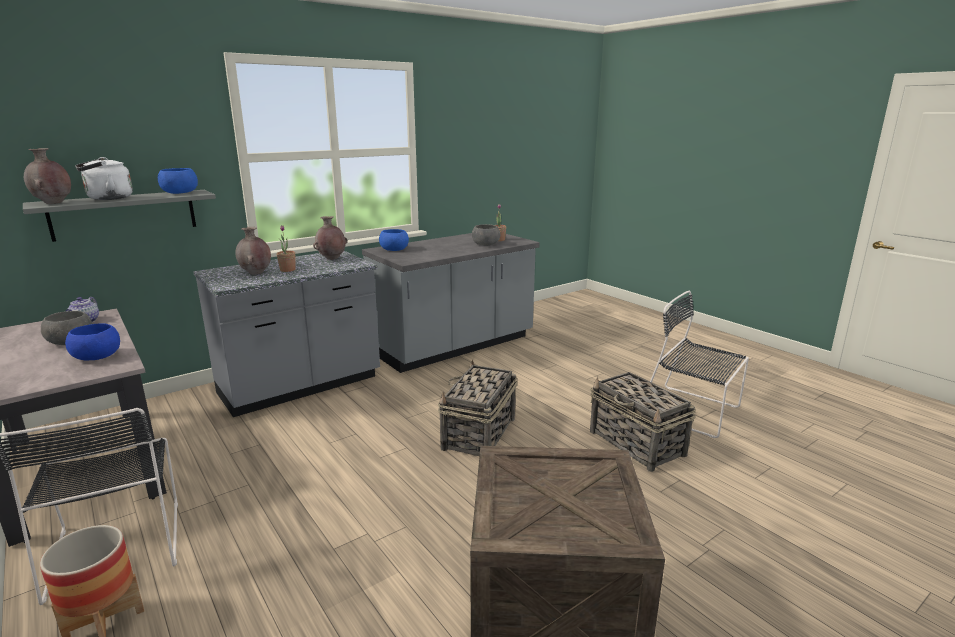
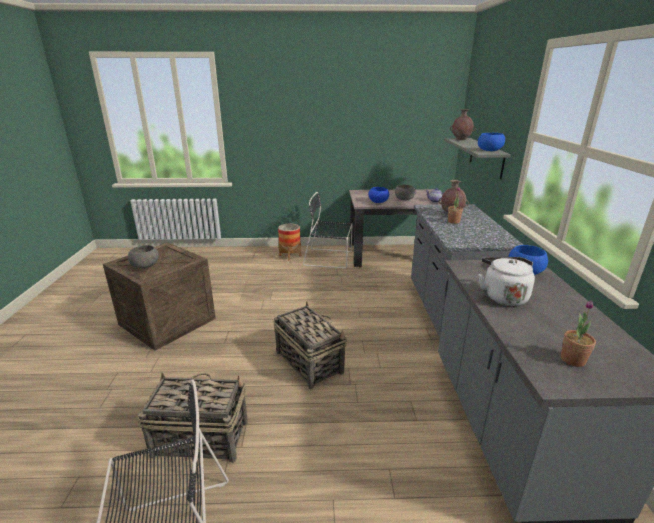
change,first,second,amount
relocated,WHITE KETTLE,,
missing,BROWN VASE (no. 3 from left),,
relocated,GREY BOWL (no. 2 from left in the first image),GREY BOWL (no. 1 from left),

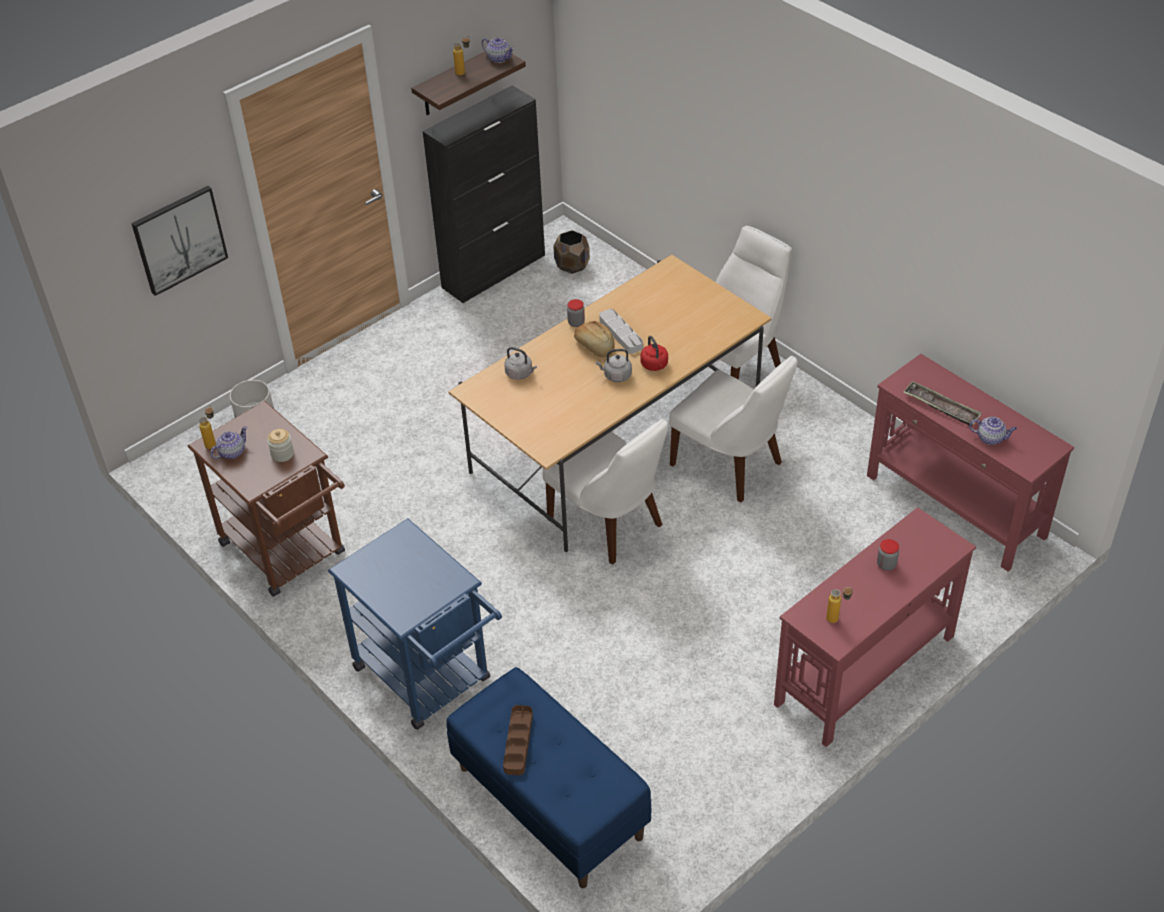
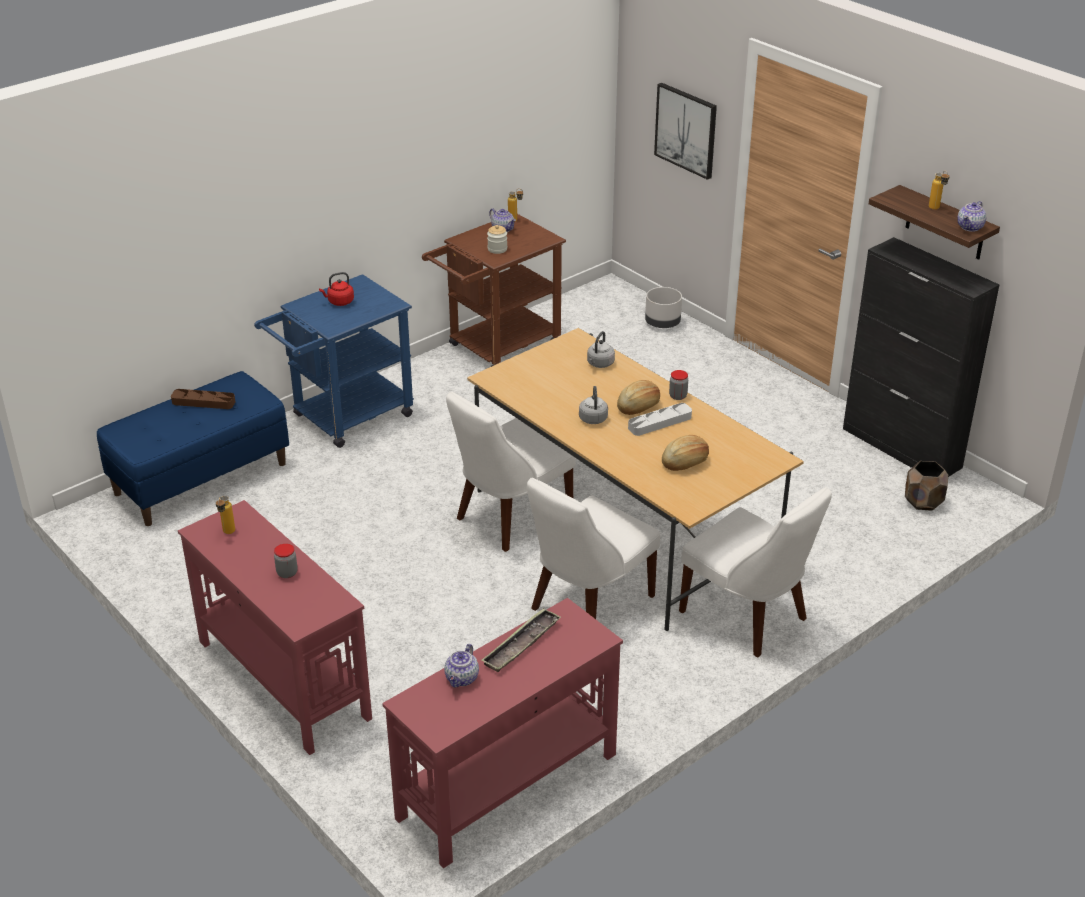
change,first,second,amount
relocated,RED KETTLE,,
appeared,,BREAD (no. 2 from left),

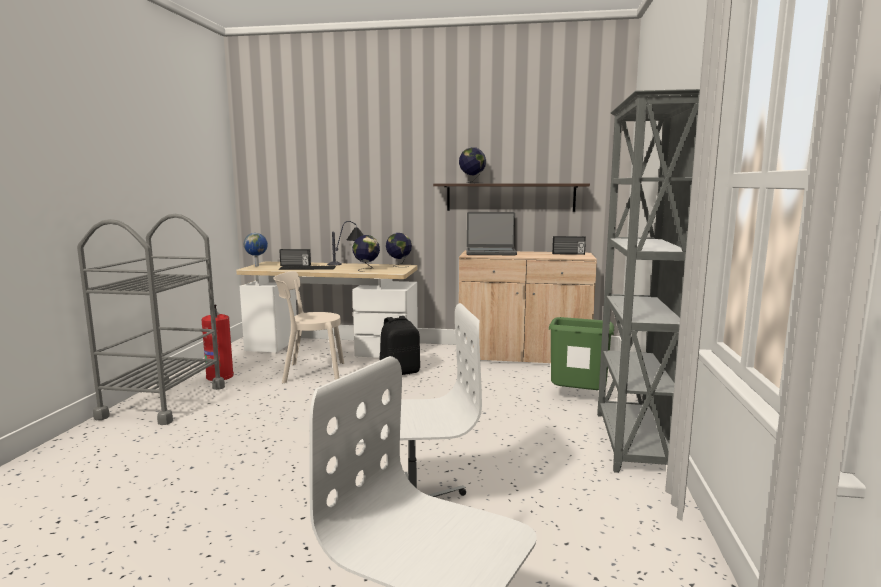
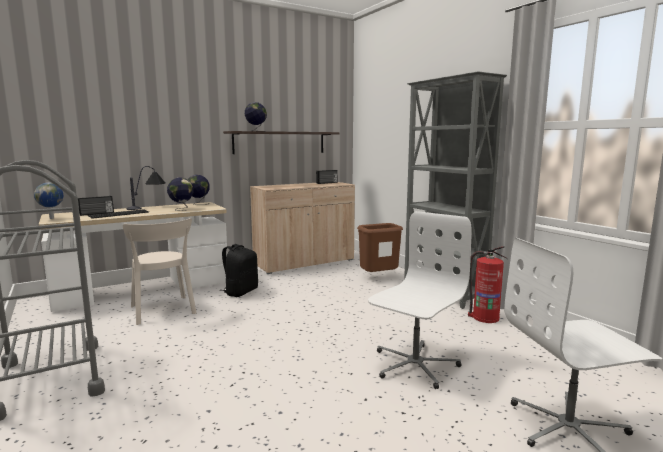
change,first,second,amount
relocated,FIRE EXTINGUISHER,,
spun,BEIGE CHAIR,,75 degrees counterclockwise
missing,LAPTOP,,
colour,GREEN TRASH CAN,BROWN TRASH CAN,

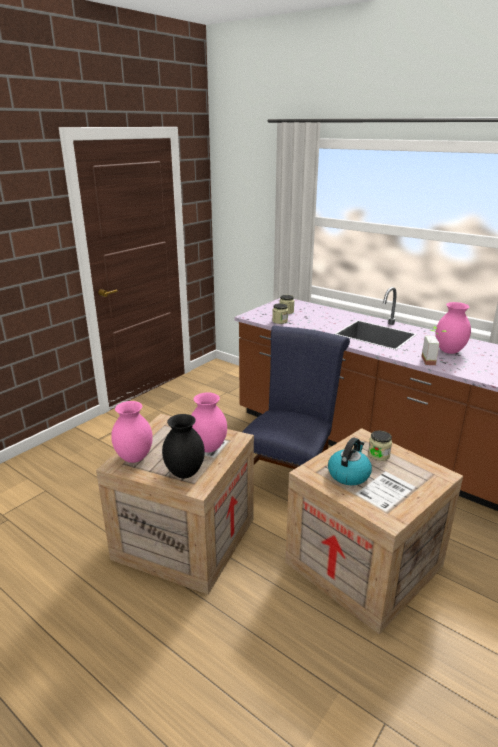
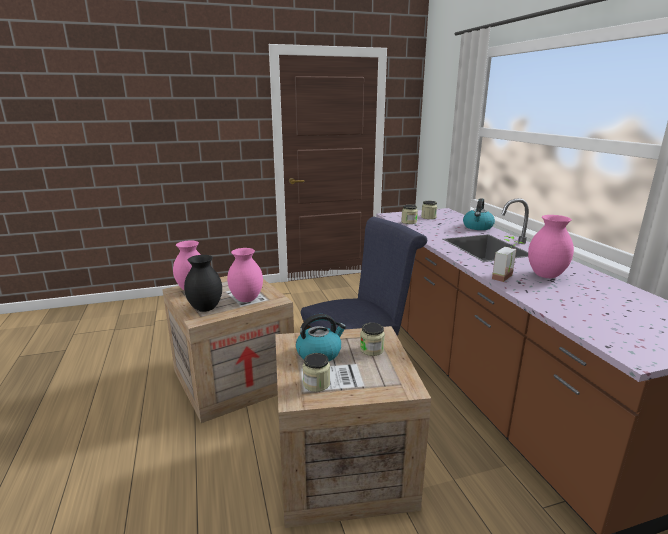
change,first,second,amount
appeared,,JAR (no. 1 from left),
appeared,,KETTLE (no. 2 from left),

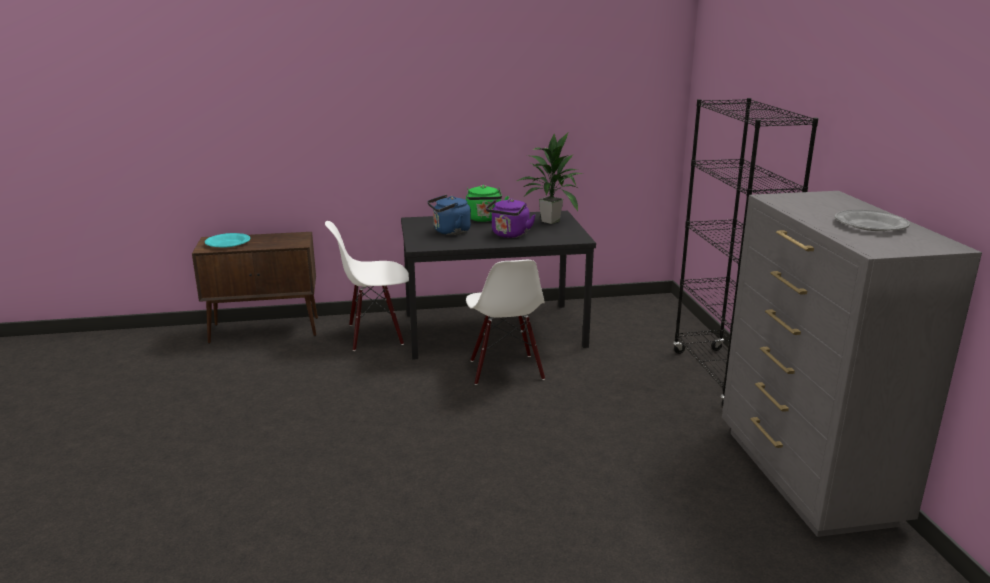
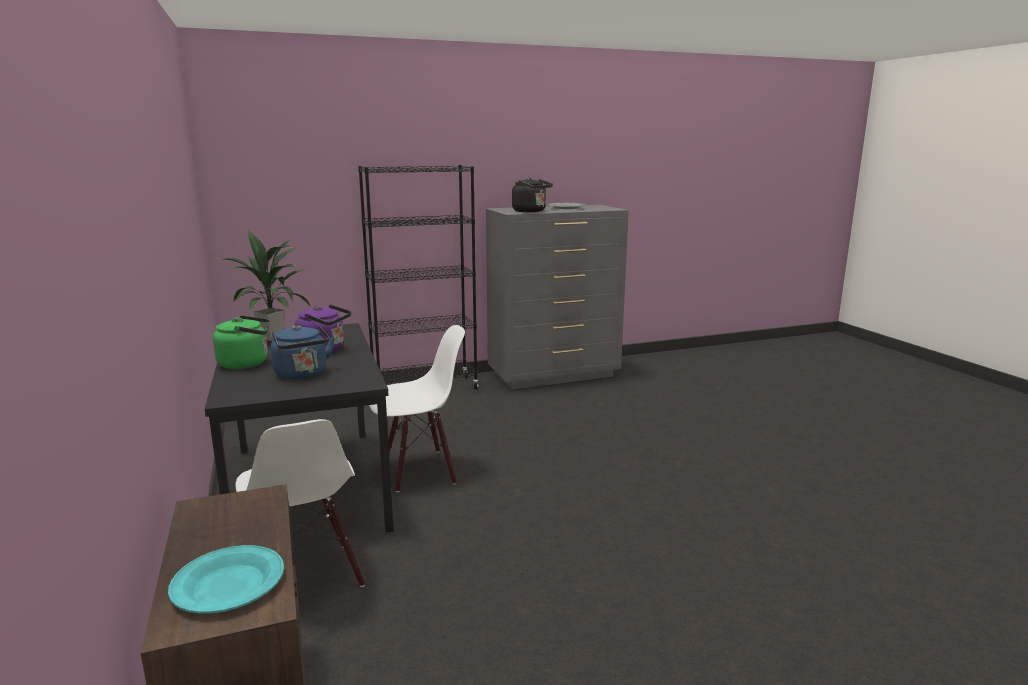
change,first,second,amount
appeared,,BLACK KETTLE,

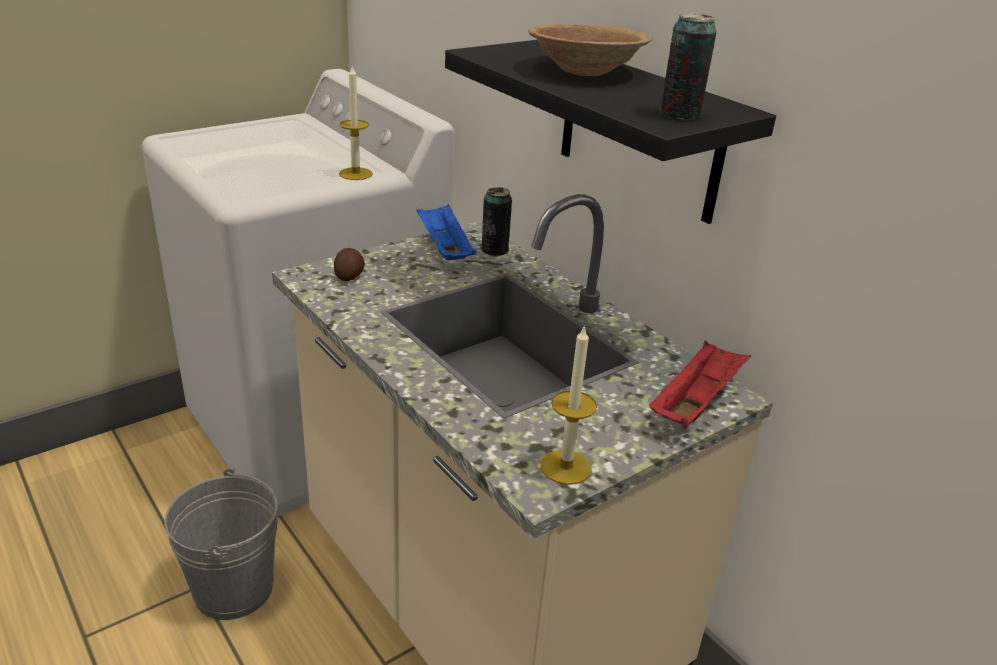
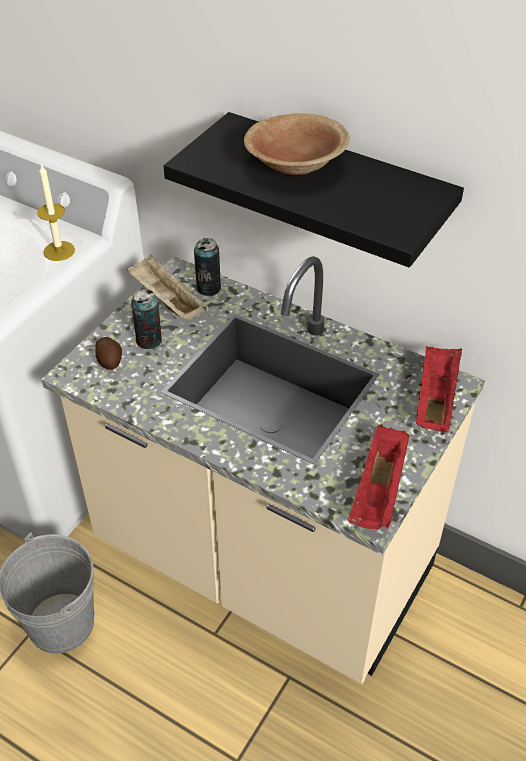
change,first,second,amount
colour,BLUE TRAY,BEIGE TRAY,
exchanged,CANDLE (no. 2 from left),RED TRAY (no. 1 from left),
relocated,CAN (no. 2 from left in the first image),CAN (no. 1 from left),

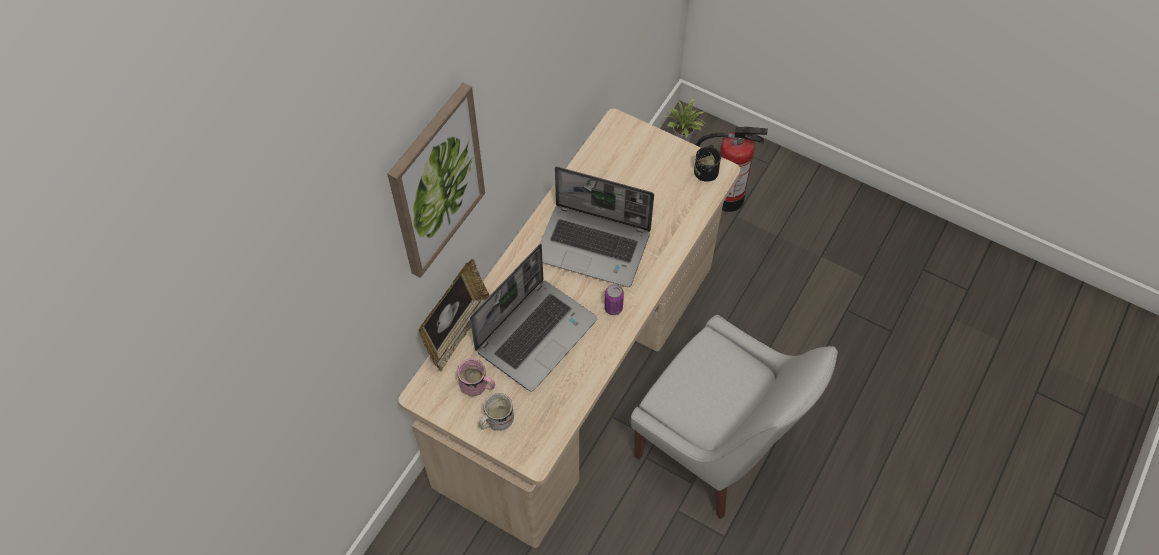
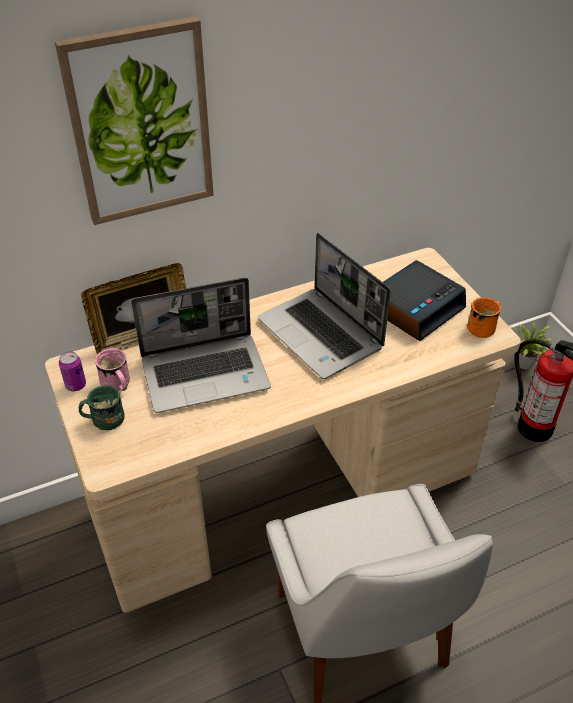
change,first,second,amount
colour,WHITE MUG,GREEN MUG,
relocated,CAN,,
colour,BLACK MUG,ORANGE MUG,
appeared,,ALARM CLOCK,

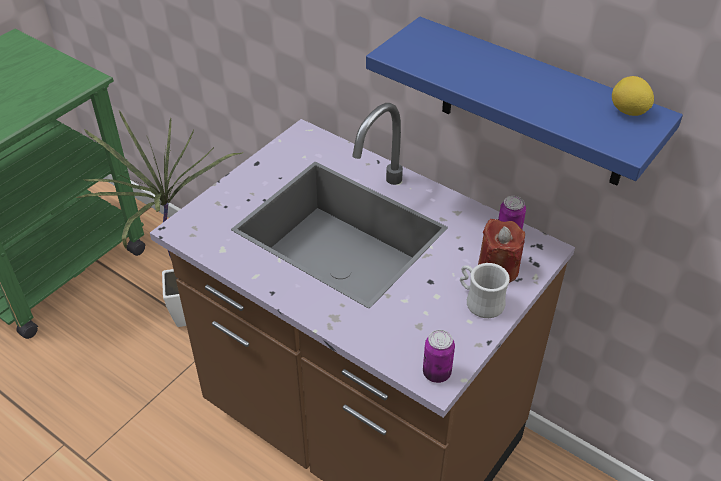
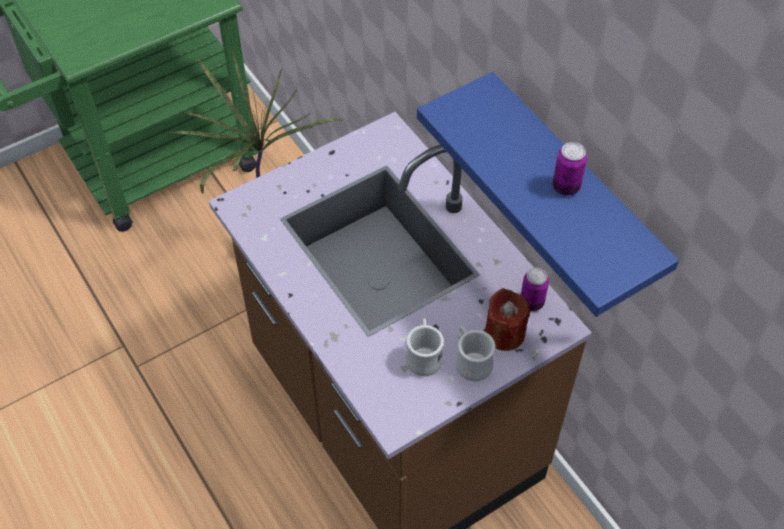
change,first,second,amount
relocated,CAN (no. 1 from left in the first image),CAN (no. 2 from left),
missing,LEMON,,
appeared,,WHITE MUG (no. 1 from left),

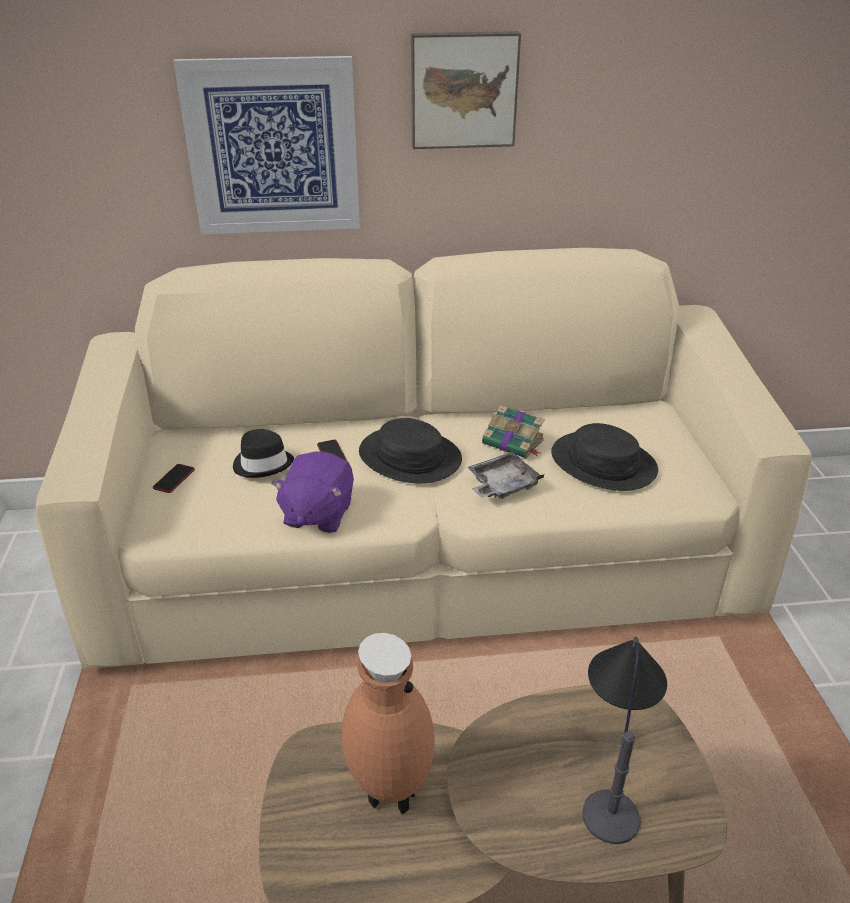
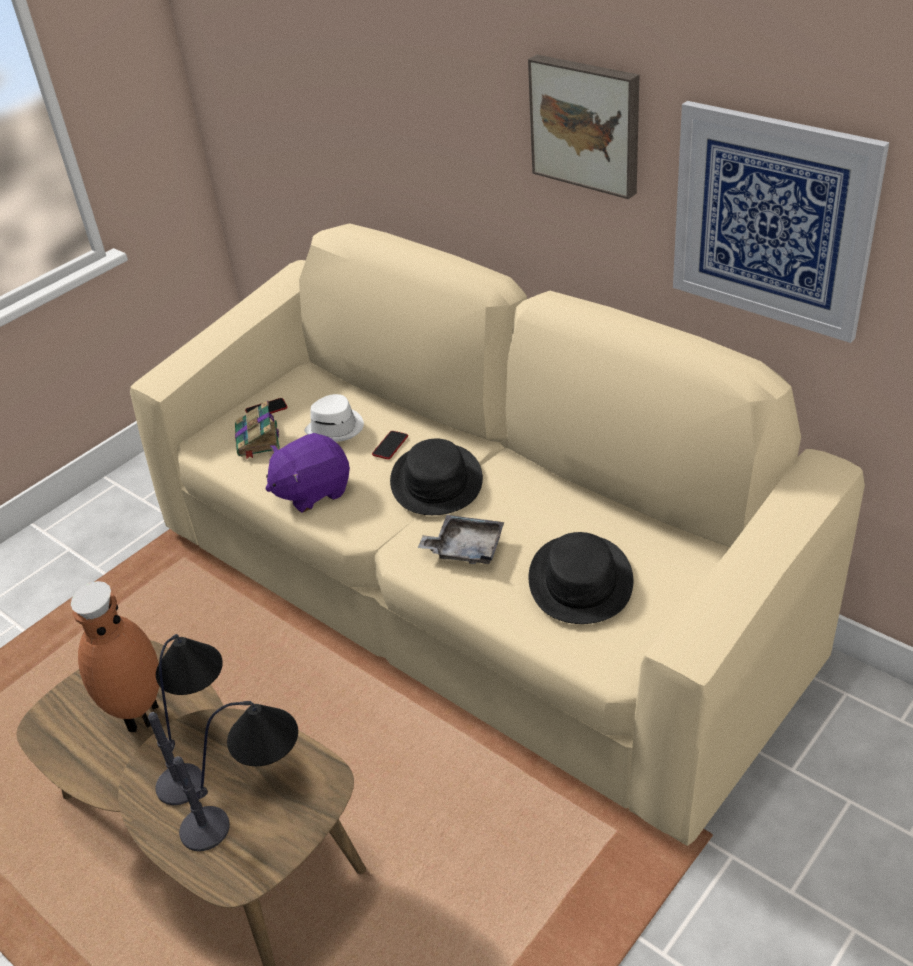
change,first,second,amount
relocated,PICTURE (no. 1 from left in the first image),PICTURE (no. 2 from left),
colour,BLACK HAT (no. 1 from left),WHITE HAT,
relocated,BOOK,,
appeared,,TABLE LAMP (no. 1 from left),

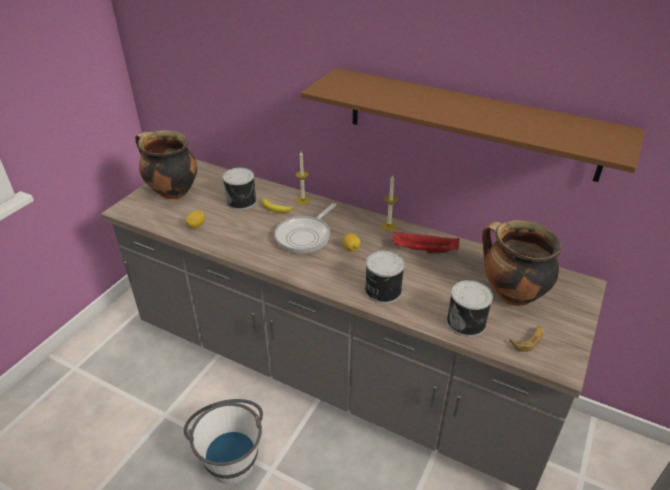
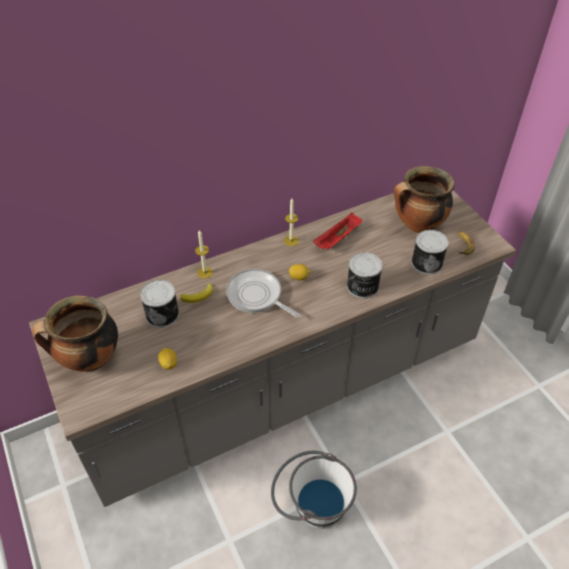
change,first,second,amount
spun,FRYING PAN,,150 degrees clockwise
missing,BROWN SHELF,,

